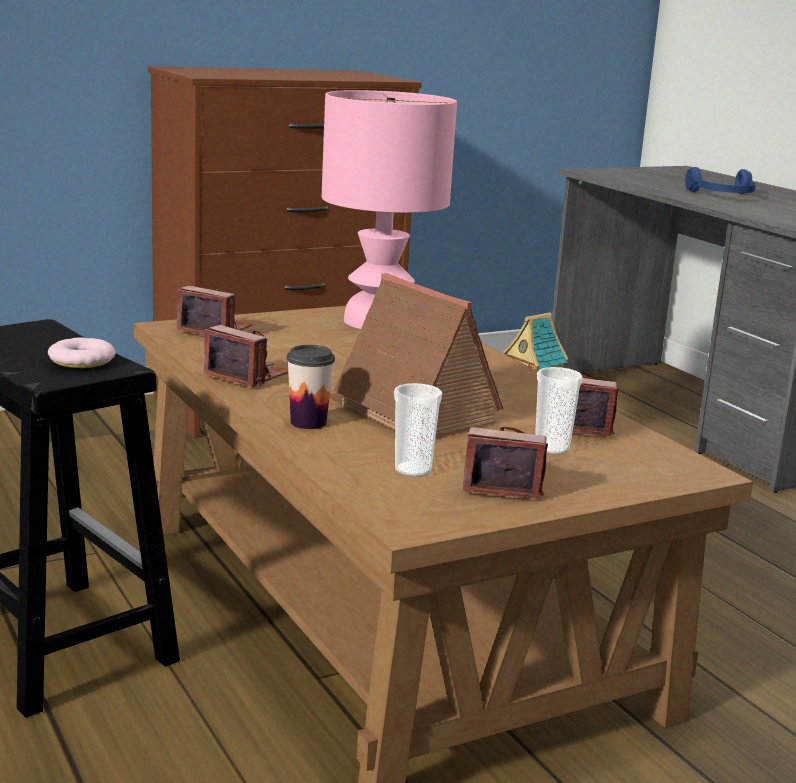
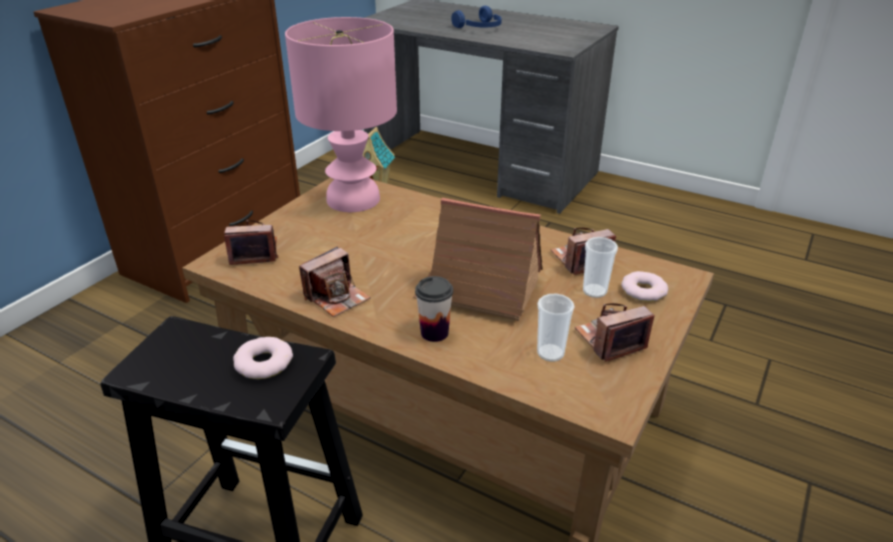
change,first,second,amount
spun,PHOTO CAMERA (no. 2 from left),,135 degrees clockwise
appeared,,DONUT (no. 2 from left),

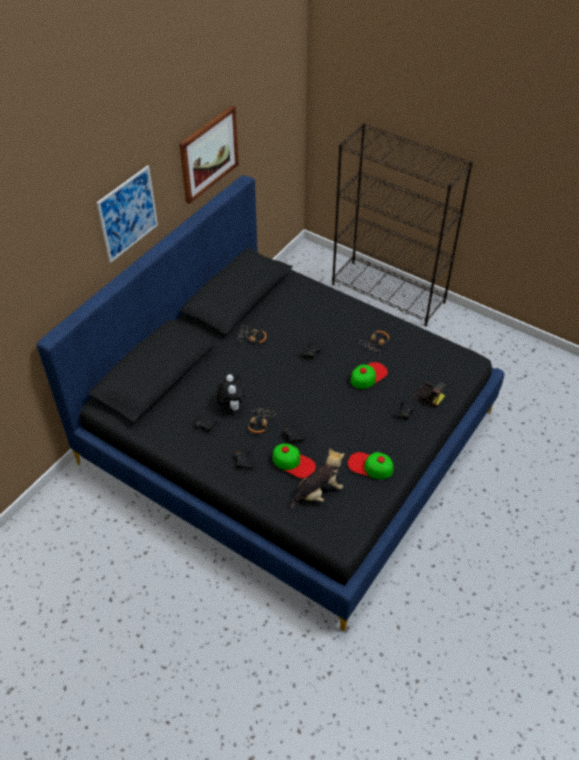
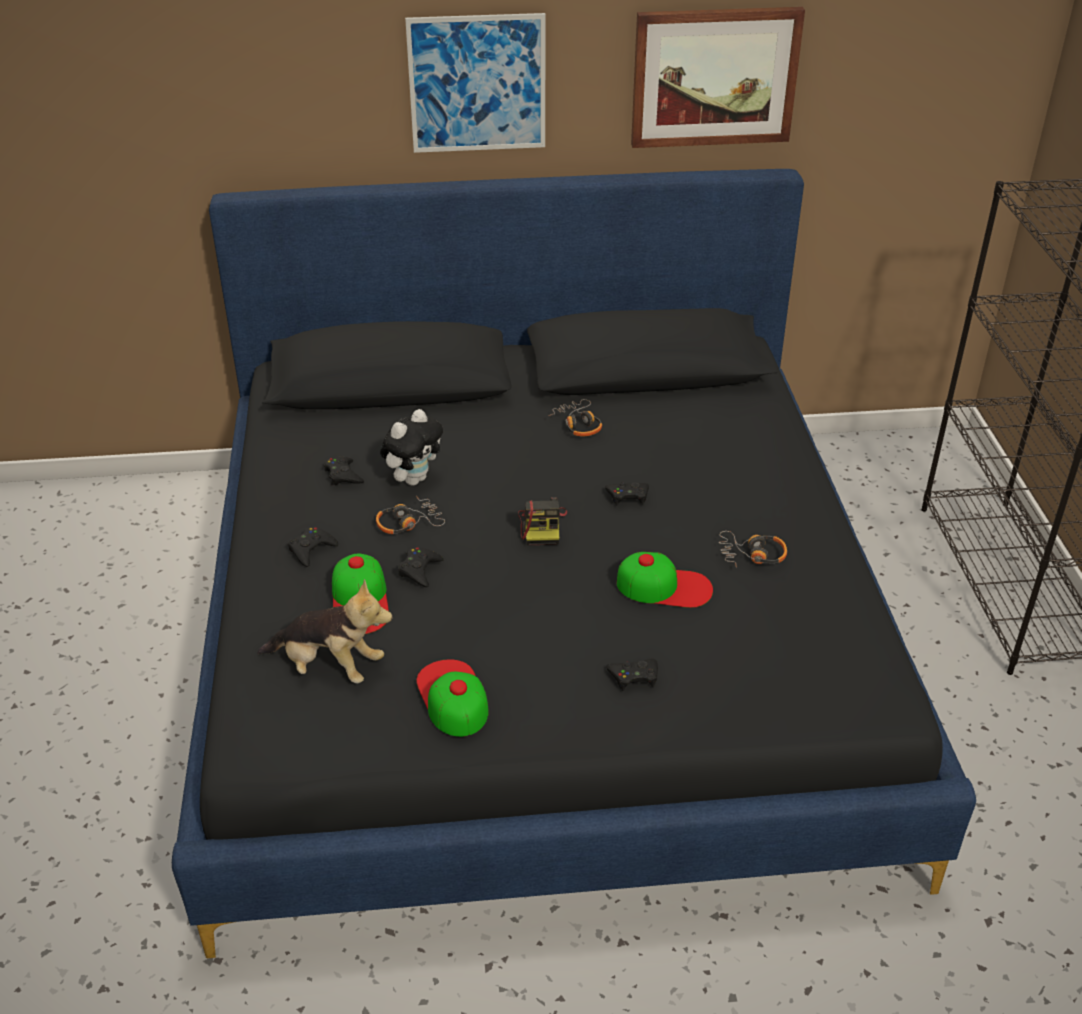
change,first,second,amount
relocated,PHOTO CAMERA,,

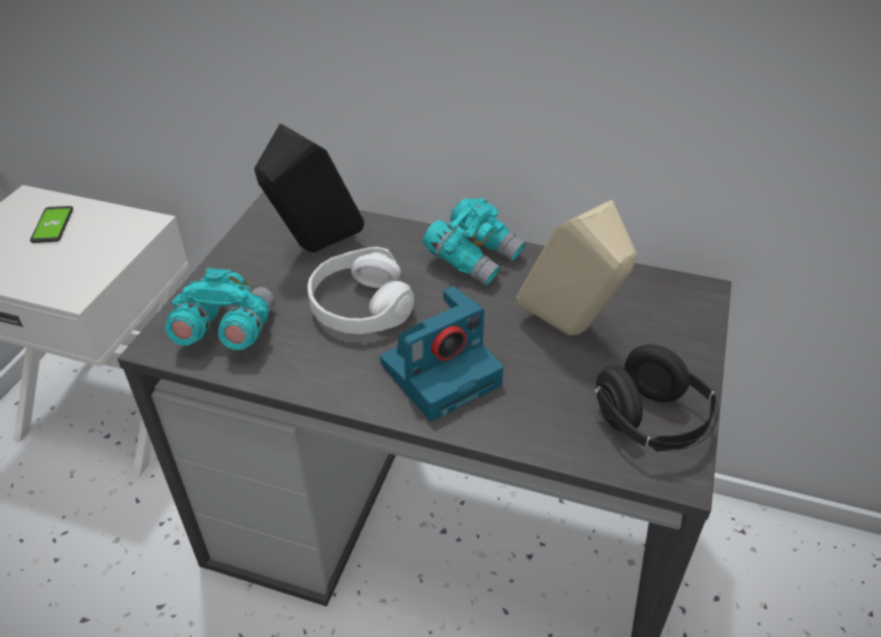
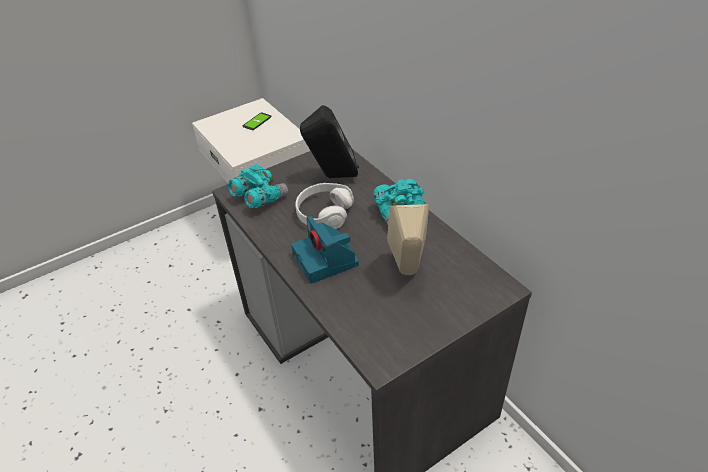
change,first,second,amount
spun,PHOTO CAMERA,,60 degrees clockwise
missing,BLACK HEADPHONES,,

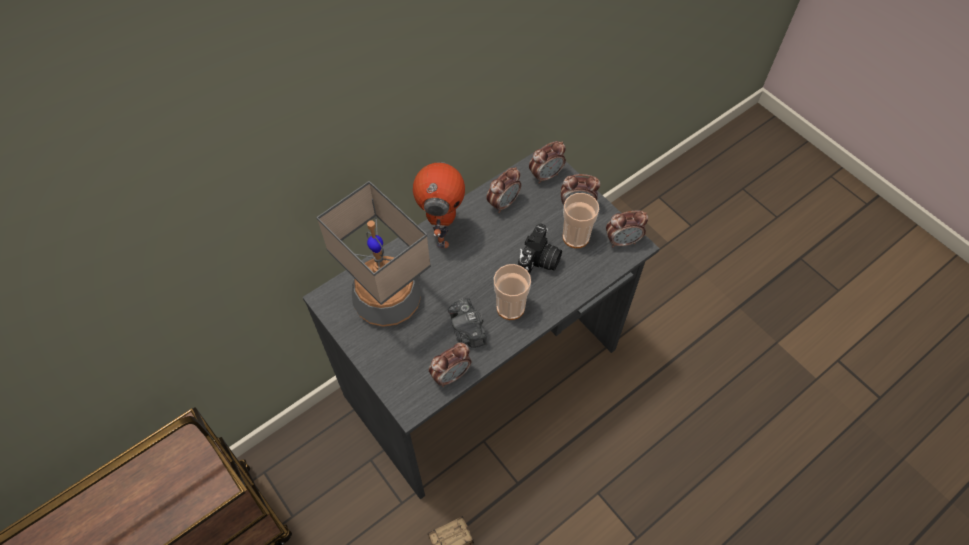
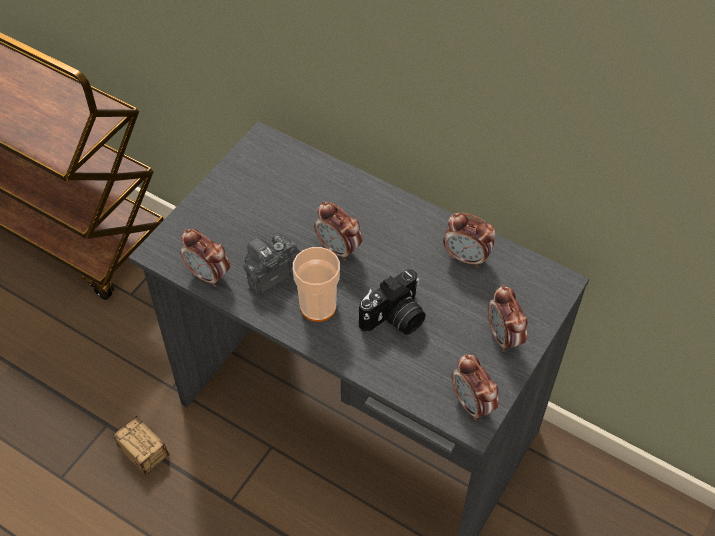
change,first,second,amount
missing,TABLE LAMP,,
missing,TOY ROBOT,,
spun,PHOTO CAMERA (no. 2 from left),,45 degrees counterclockwise
relocated,ALARM CLOCK (no. 3 from left in the first image),ALARM CLOCK (no. 2 from left),
missing,CUP (no. 2 from left),,

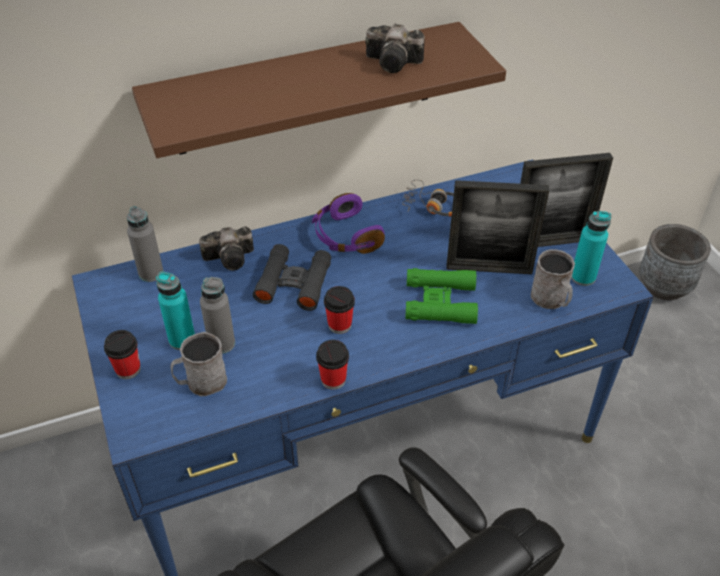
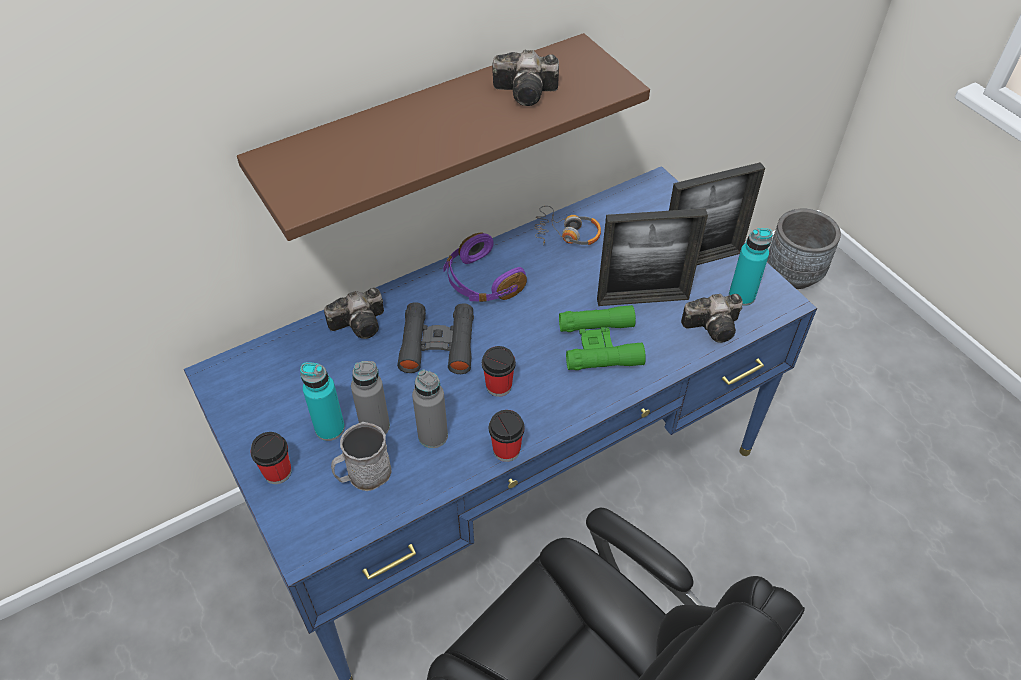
change,first,second,amount
relocated,GREY BOTTLE (no. 1 from left in the first image),GREY BOTTLE (no. 2 from left),
exchanged,GREY MUG (no. 2 from left),PHOTO CAMERA (no. 3 from left),

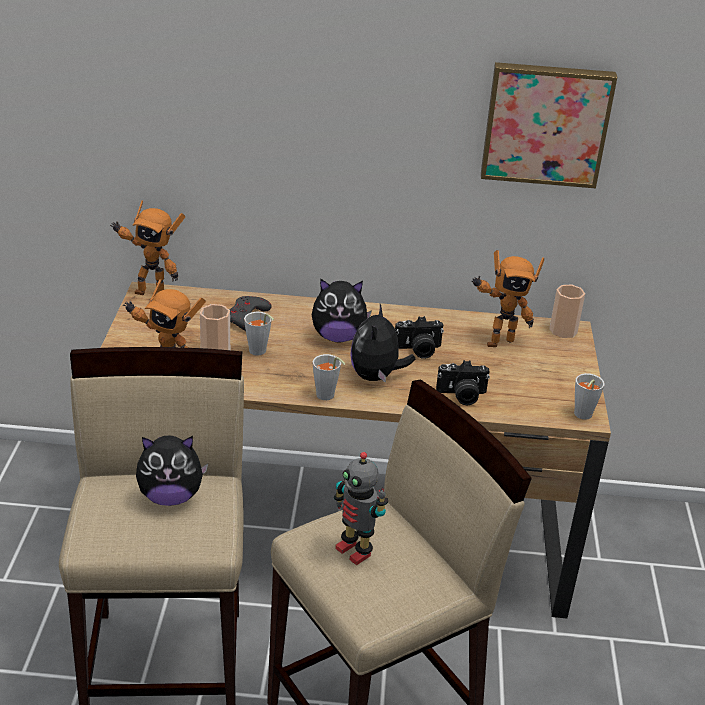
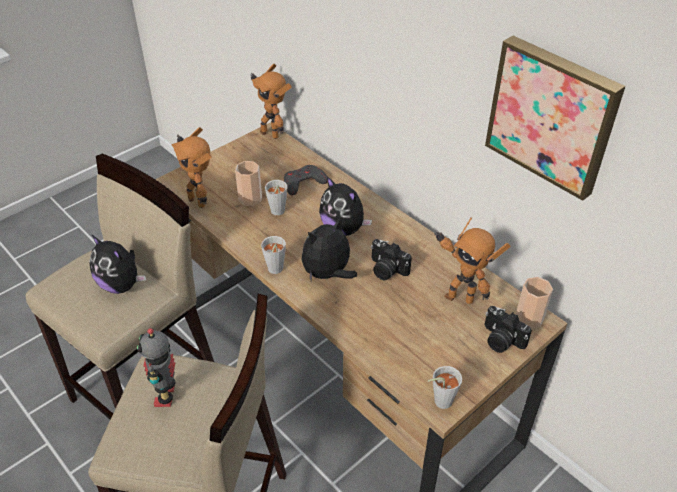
change,first,second,amount
relocated,PHOTO CAMERA (no. 2 from left),,

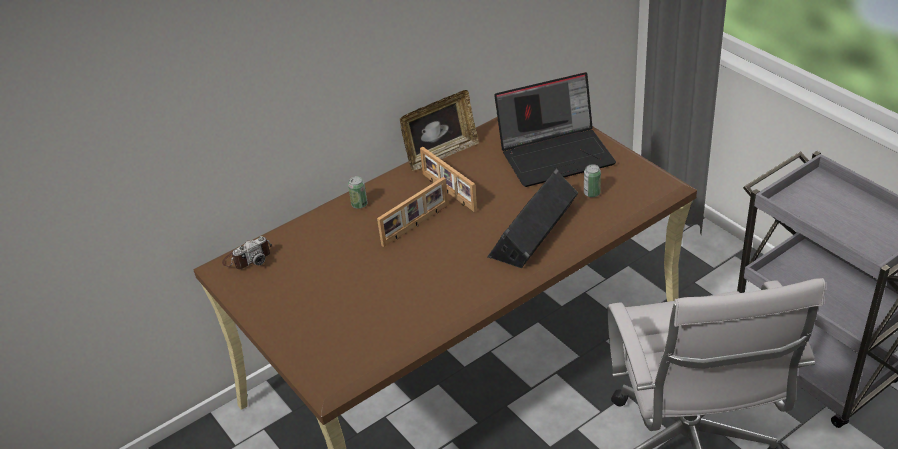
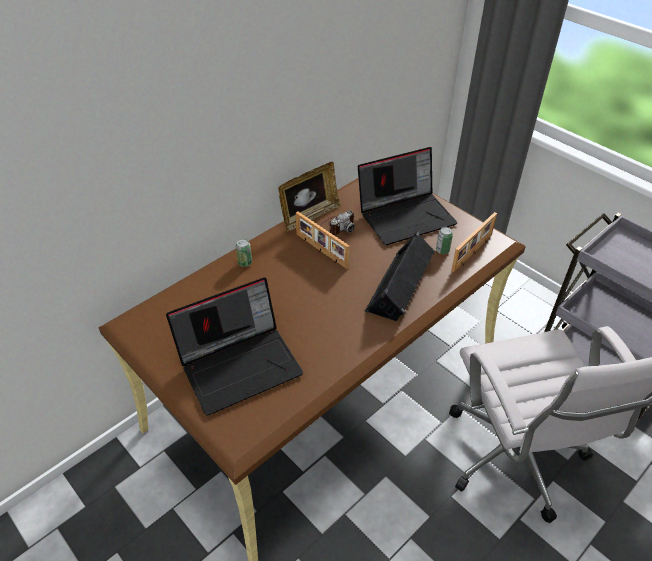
change,first,second,amount
relocated,PHOTO CAMERA,,
relocated,PICTURE FRAME (no. 1 from left in the first image),PICTURE FRAME (no. 3 from left),
appeared,,LAPTOP (no. 1 from left),

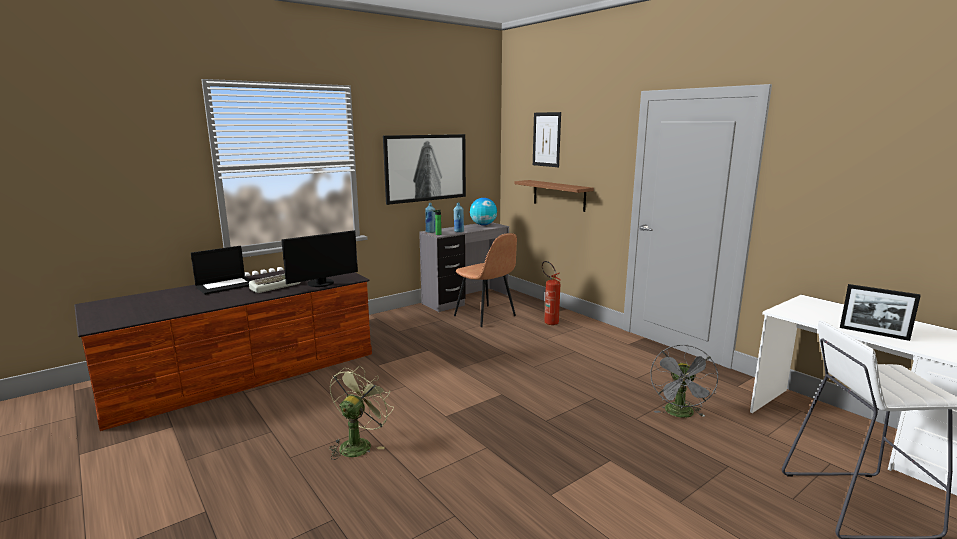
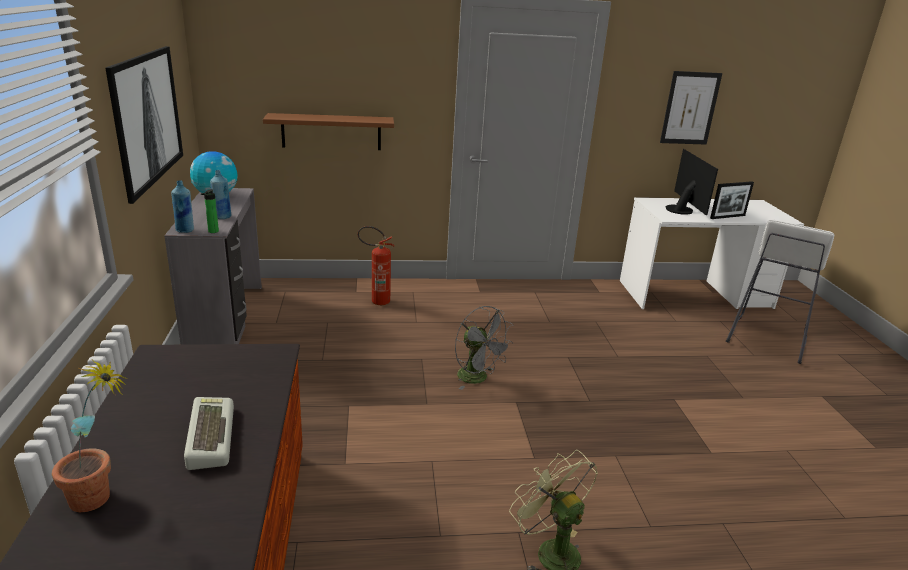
change,first,second,amount
exchanged,LAPTOP,POTTED PLANT,
relocated,MONITOR,,
missing,BROWN CHAIR,,
relocated,PICTURE (no. 2 from left),,
relocated,GREY FAN,,

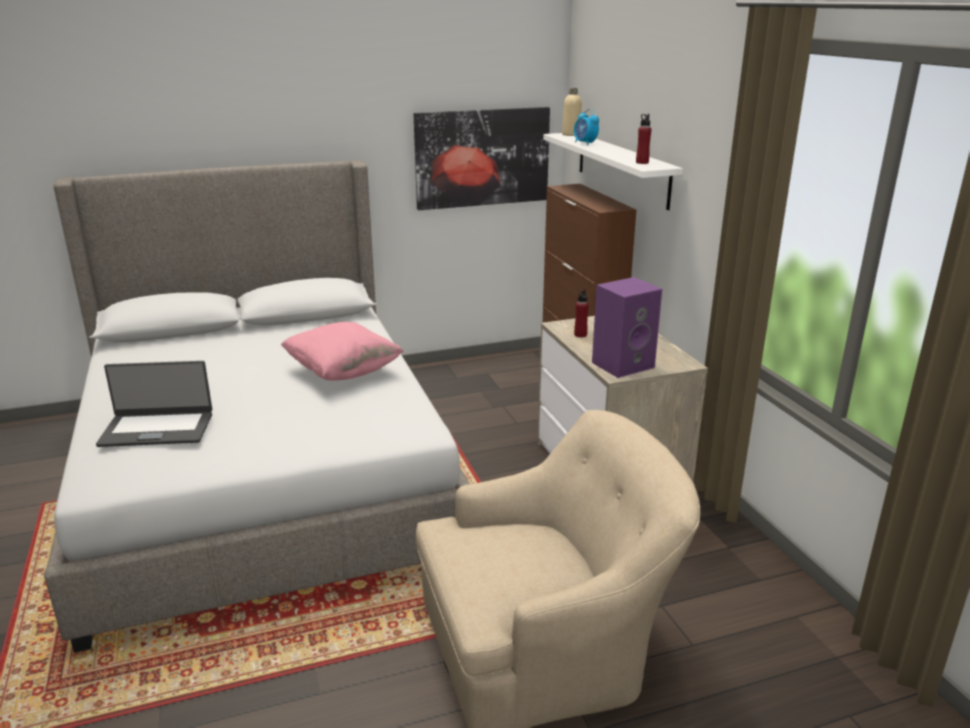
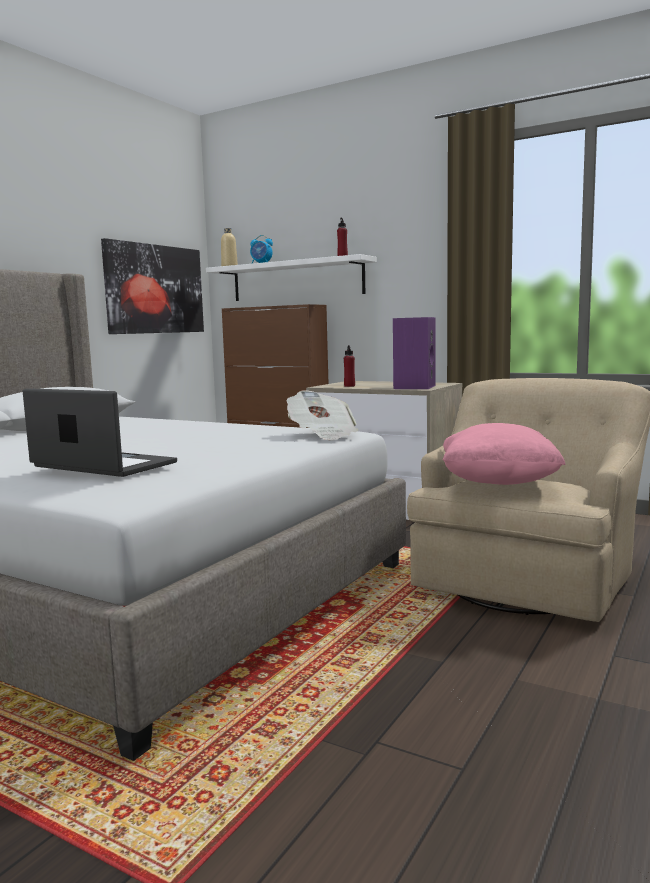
change,first,second,amount
spun,LAPTOP,,105 degrees counterclockwise
relocated,PINK PILLOW,,
appeared,,NEWSPAPER,

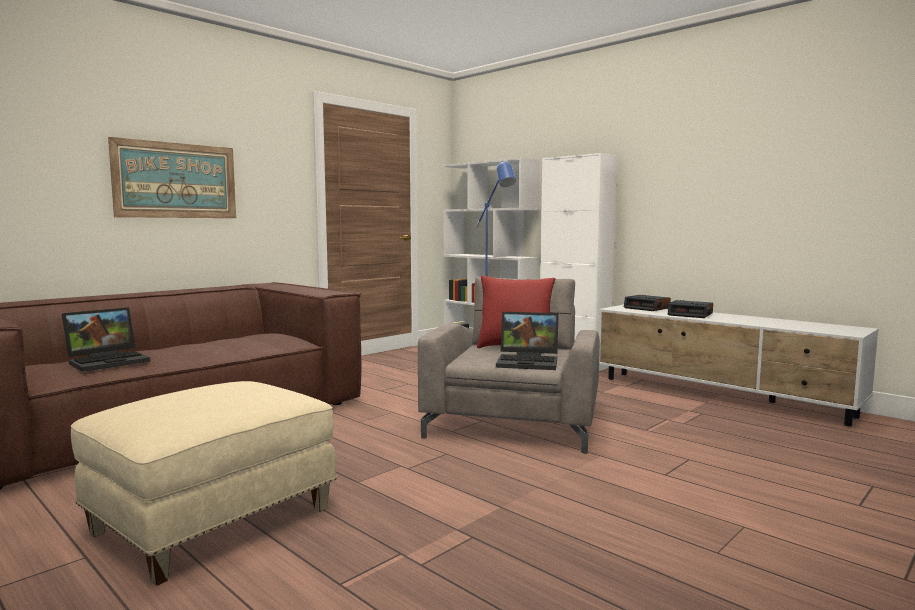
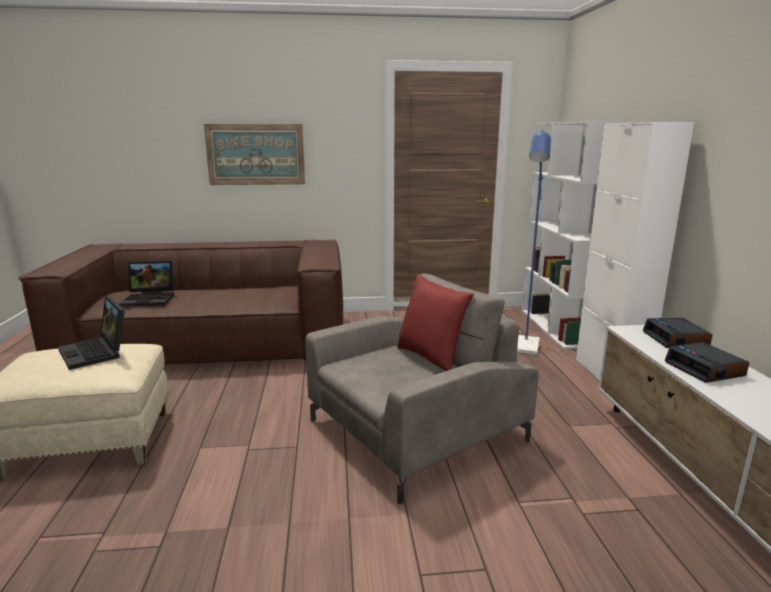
change,first,second,amount
relocated,LAPTOP (no. 2 from left in the first image),LAPTOP (no. 1 from left),

